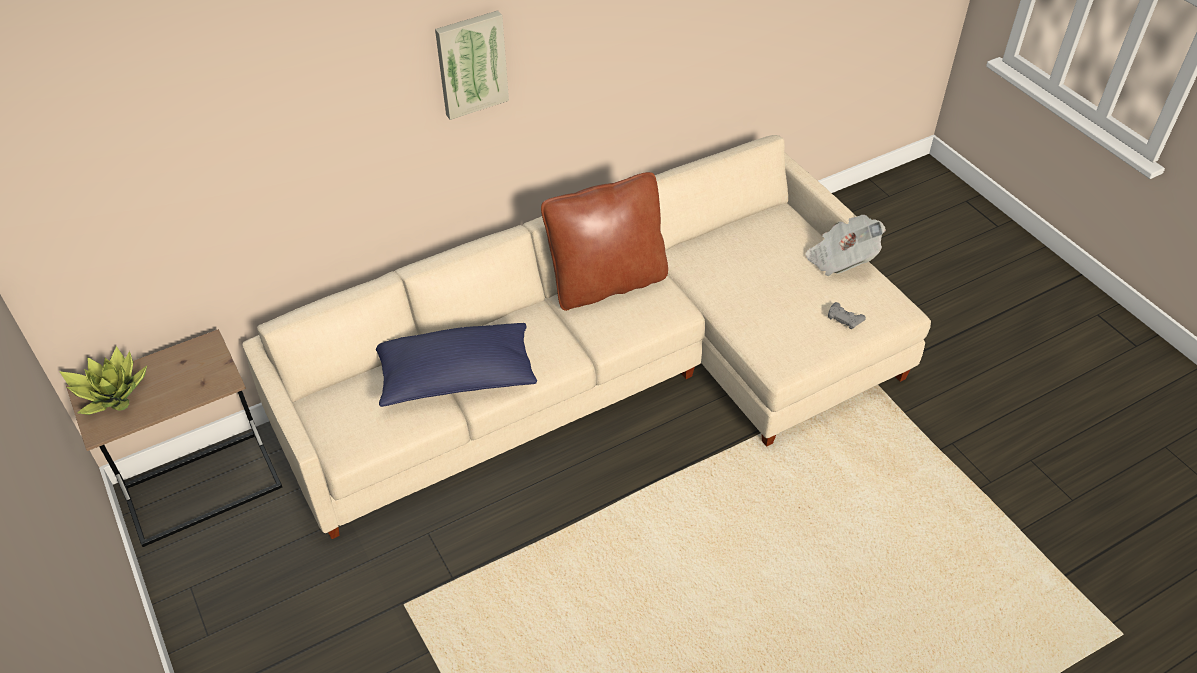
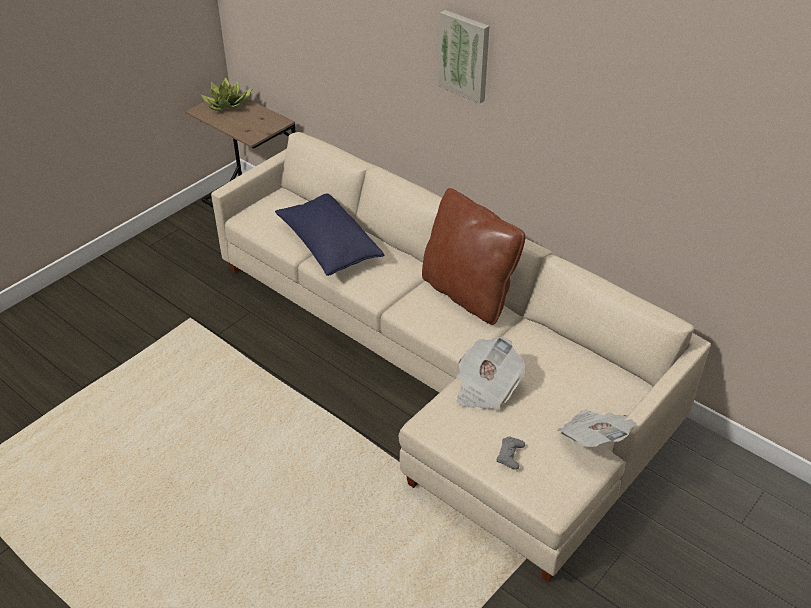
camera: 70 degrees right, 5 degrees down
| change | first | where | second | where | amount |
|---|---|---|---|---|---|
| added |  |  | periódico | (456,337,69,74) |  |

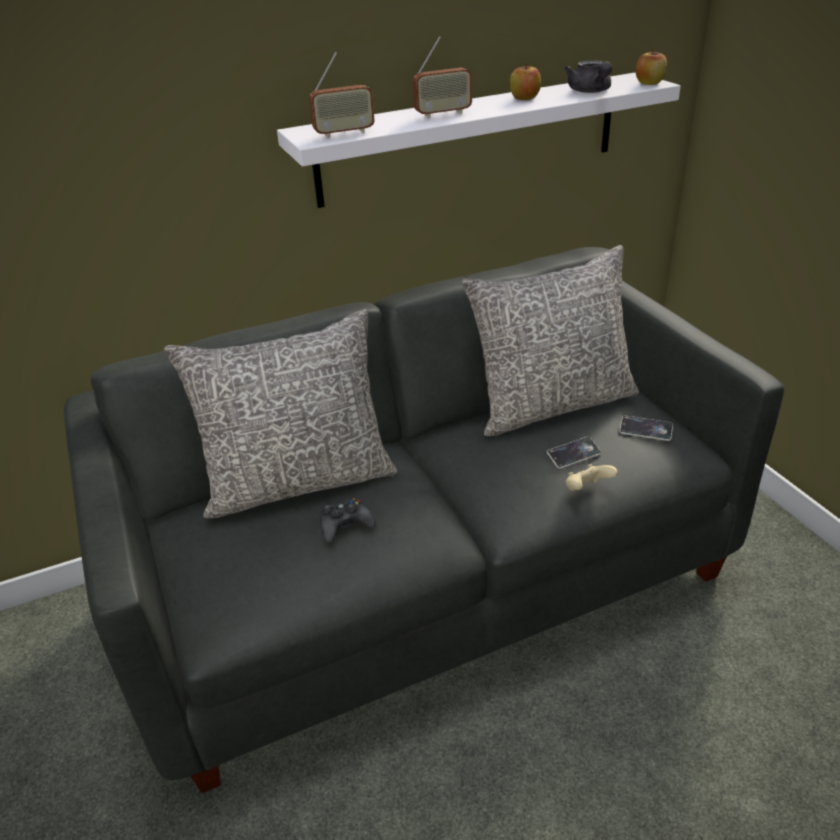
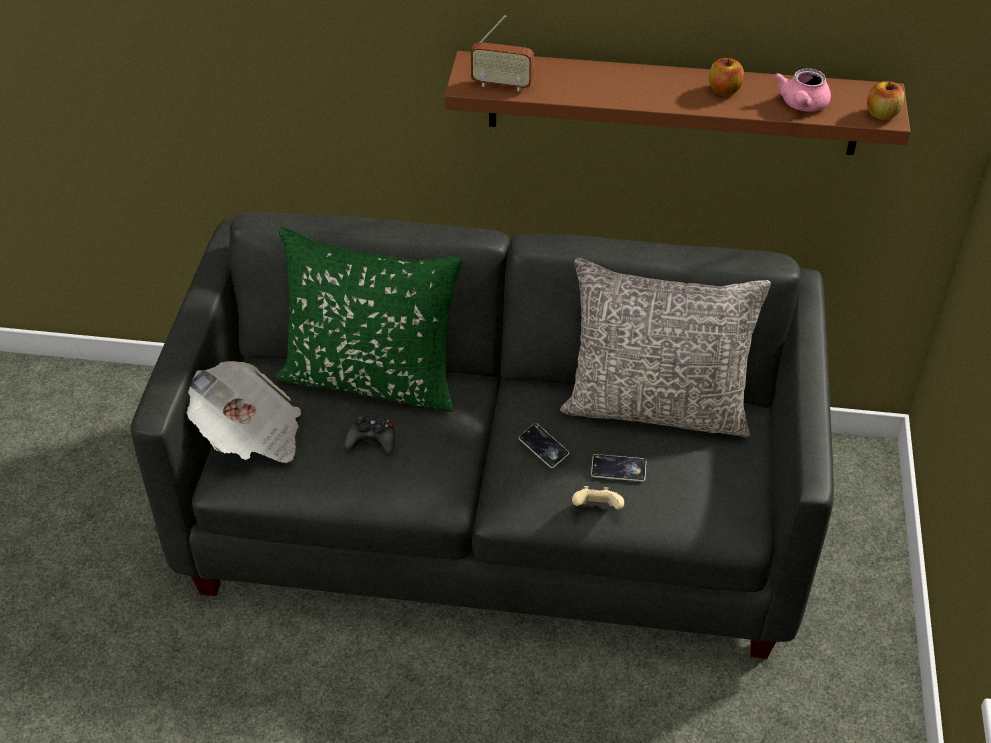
camera: 30 degrees right, 10 degrees up
| change | first | where | second | where | amount |
|---|---|---|---|---|---|
| added |  |  | periódico | (187,361,114,102) |  |
| recoloured | cojín/gris | (164,309,233,209) | cojín/verde | (276,227,187,185) |  |
| recoloured | estante/blanco | (277,72,404,136) | estante/marrón | (444,51,466,104) |  |
| moved | móvil | (619,415,54,26) |  | (519,423,51,45) |  |
| recoloured | tetera/gris | (565,61,47,32) | tetera/rosa | (774,68,57,44) |  |
| removed | radio | (413,36,59,82) |  |  |  |

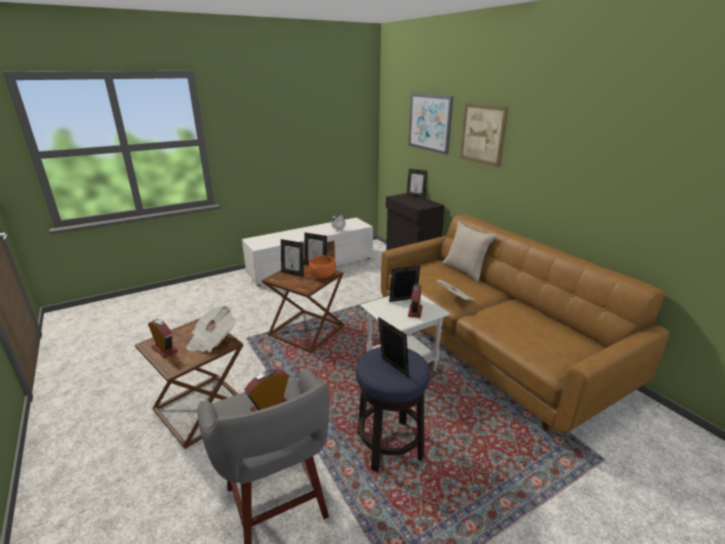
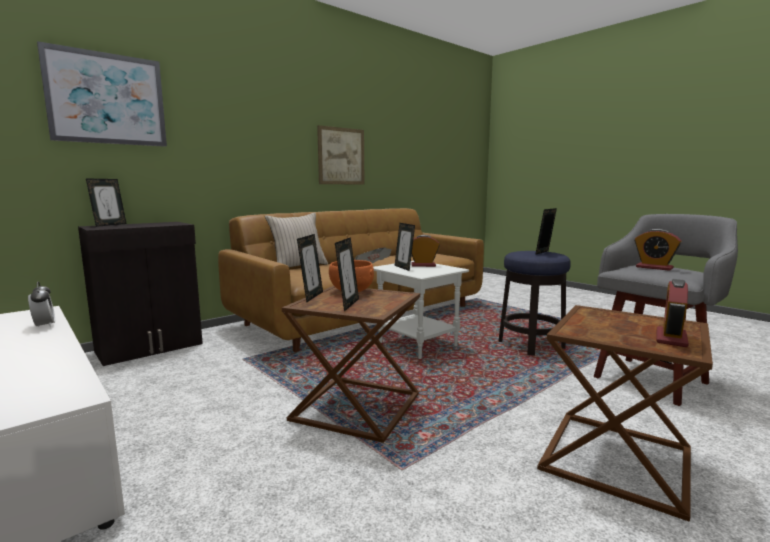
camera: 100 degrees left, 15 degrees down
| change | first | where | second | where | amount |
|---|---|---|---|---|---|
| moved | cuadro | (460,103,48,64) |  | (317,125,47,59) |  |
| removed | periódico | (186,306,49,46) |  |  |  |

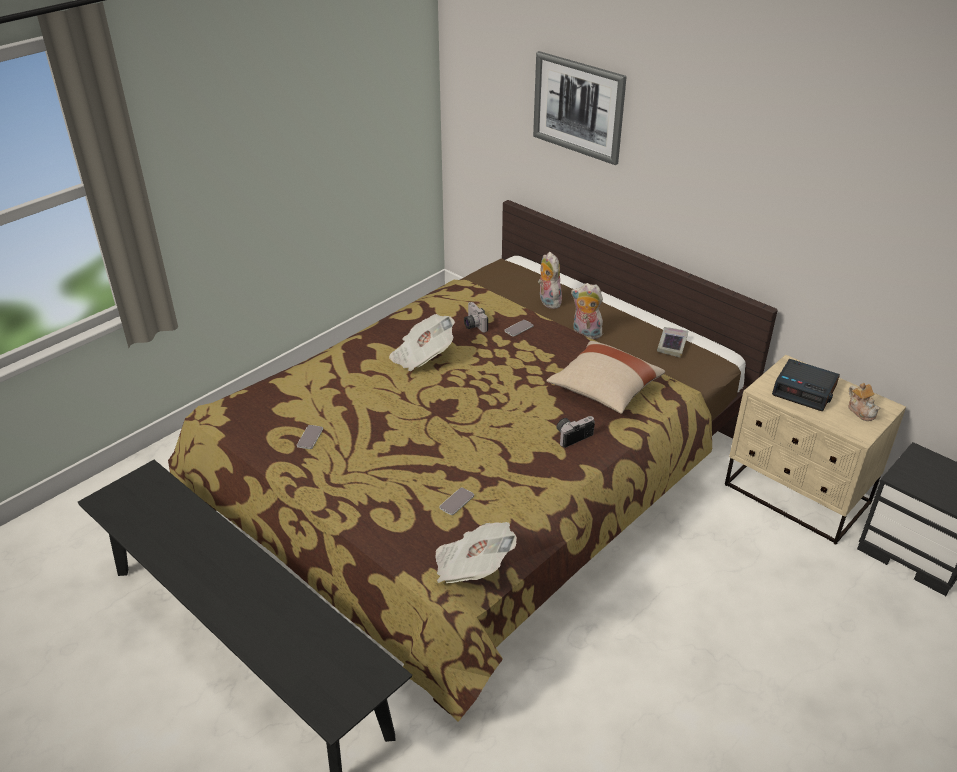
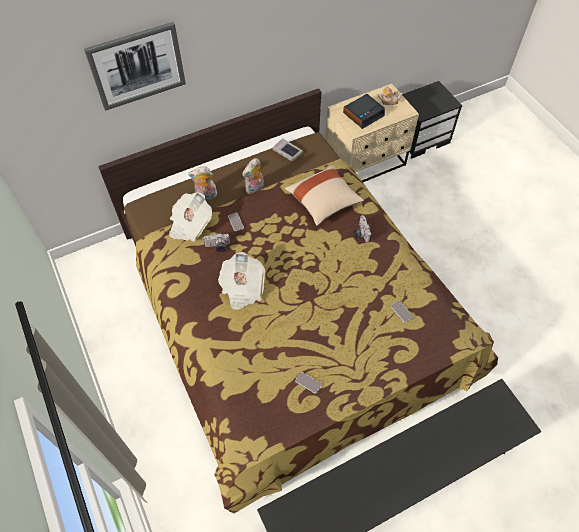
camera: 70 degrees left, 20 degrees up
| change | first | where | second | where | amount |
|---|---|---|---|---|---|
| moved | periódico | (435,522,82,61) |  | (169,192,43,50) |  |

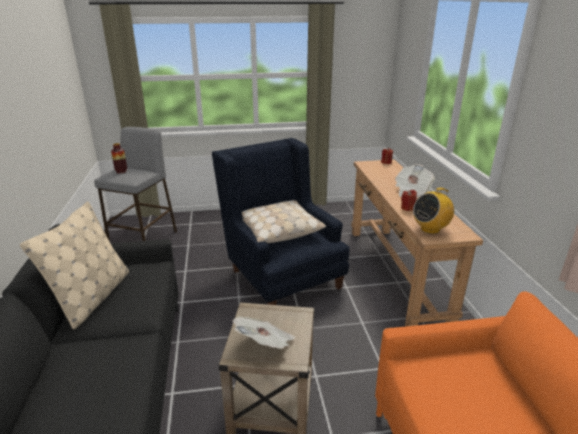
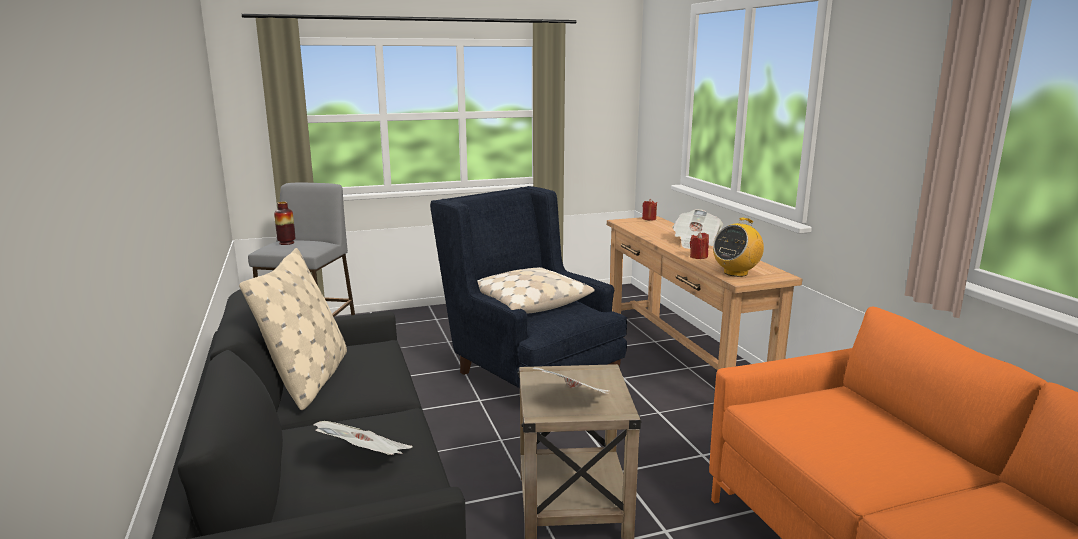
camera: 10 degrees left, 10 degrees down
| change | first | where | second | where | amount |
|---|---|---|---|---|---|
| added |  |  | periódico | (314,421,99,34) |  |

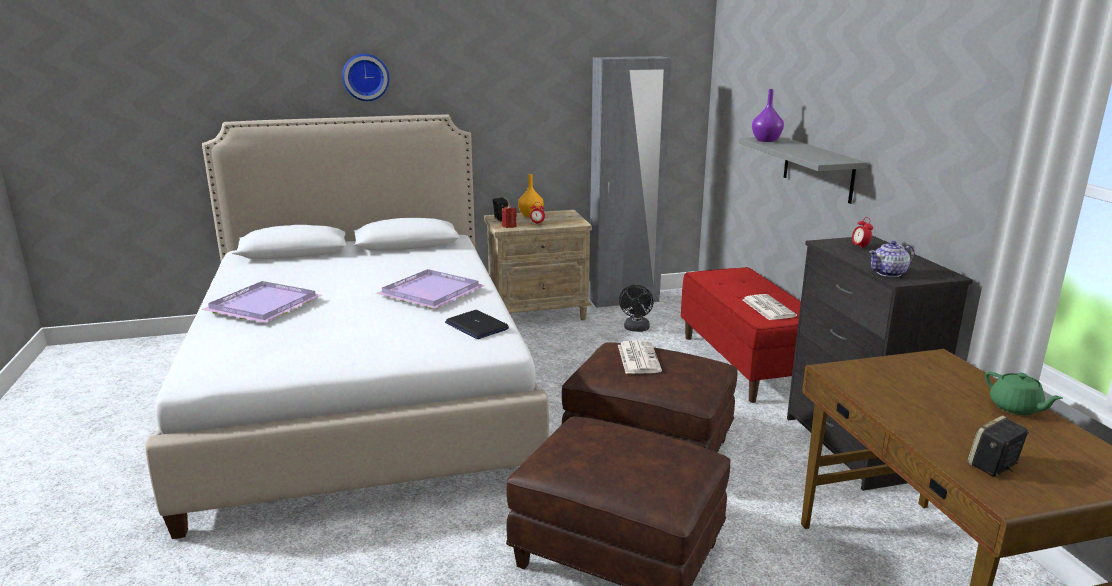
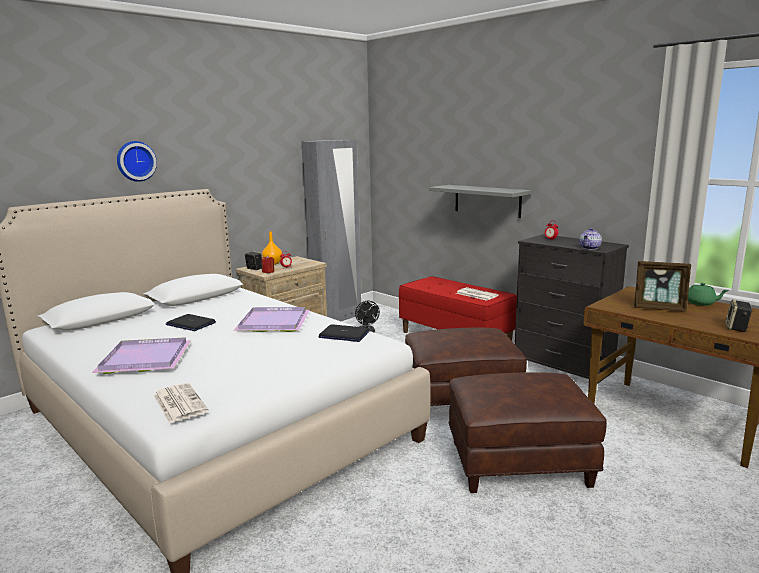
camera: 30 degrees left, 5 degrees down
| change | first | where | second | where | amount |
|---|---|---|---|---|---|
| moved | periódico | (618,340,44,34) |  | (153,383,56,40) |  |
| added |  |  | portátil | (165,314,51,17) |  |
| added |  |  | portarretratos | (634,261,57,51) |  |
| removed | florero/morado | (752,89,32,53) |  |  |  |

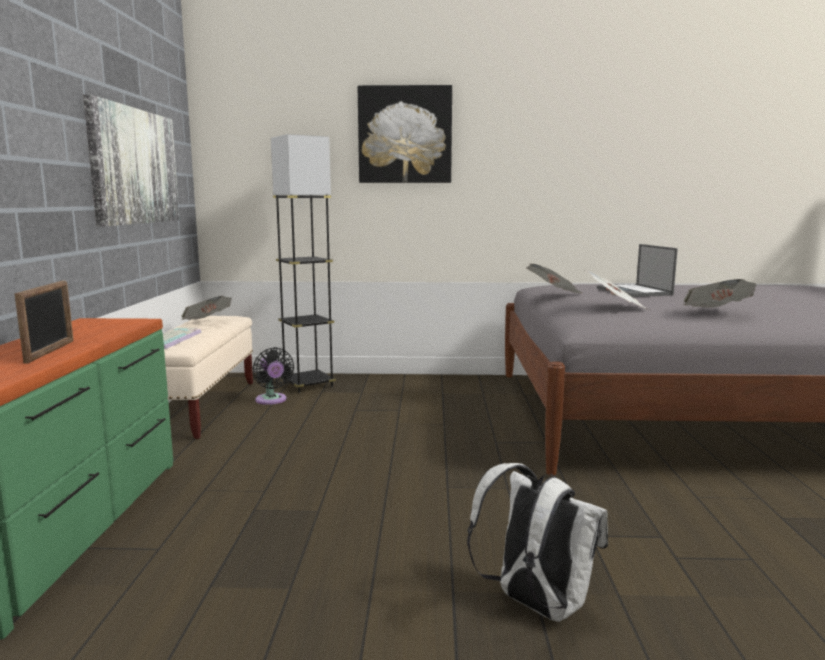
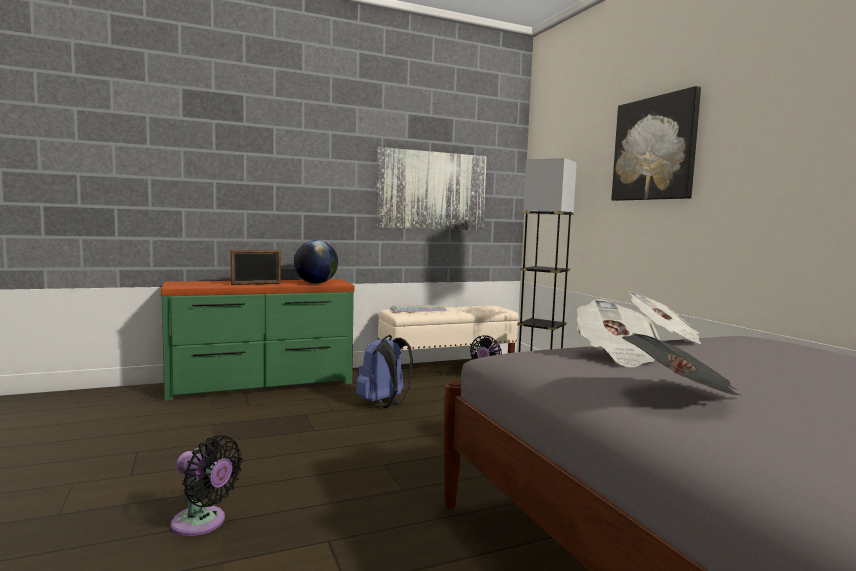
camera: 65 degrees right, 5 degrees down
| change | first | where | second | where | amount |
|---|---|---|---|---|---|
| replaced | mochila/blanco | (467,463,141,159) | ventilador/negro | (171,435,72,101) |  |
| added |  |  | globo terráqueo | (294,240,44,44) |  |
| added |  |  | mochila/azul | (356,335,57,73) |  |
| removed | periódico | (182,296,50,24) |  |  |  |
| removed | portátil | (597,244,81,53) |  |  |  |

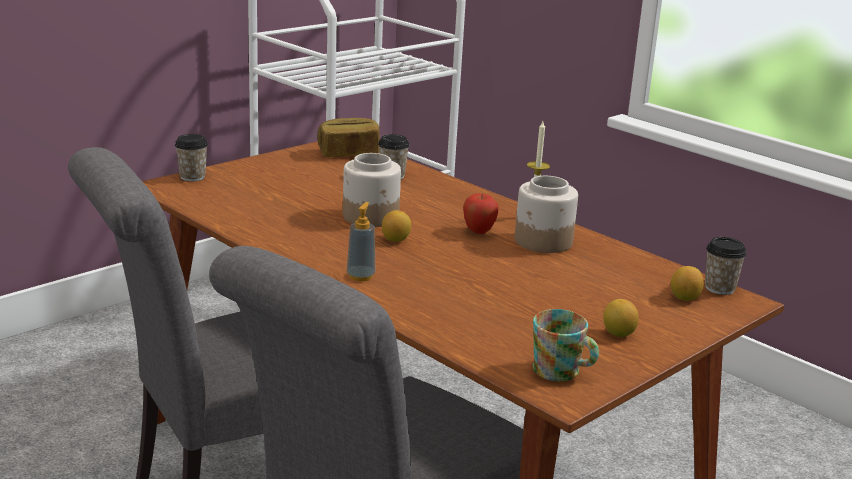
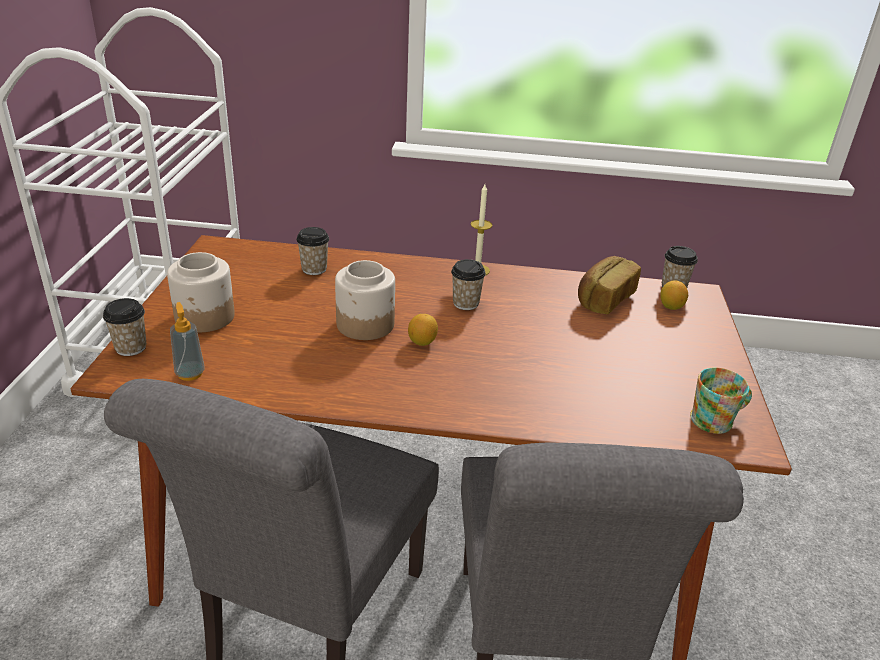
camera: 40 degrees left, 10 degrees up
| change | first | where | second | where | amount |
|---|---|---|---|---|---|
| moved | tarro | (515,176,63,77) |  | (167,252,68,80) |  |
| moved | dispensador de jabón | (347,202,28,79) |  | (170,302,35,79) |  |
| replaced | manzana | (463,193,36,41) | taza | (451,259,35,51) |  |
| moved | pan | (317,118,63,39) |  | (578,256,63,58) |  |
| removed | limón | (603,299,36,38) |  |  |  |

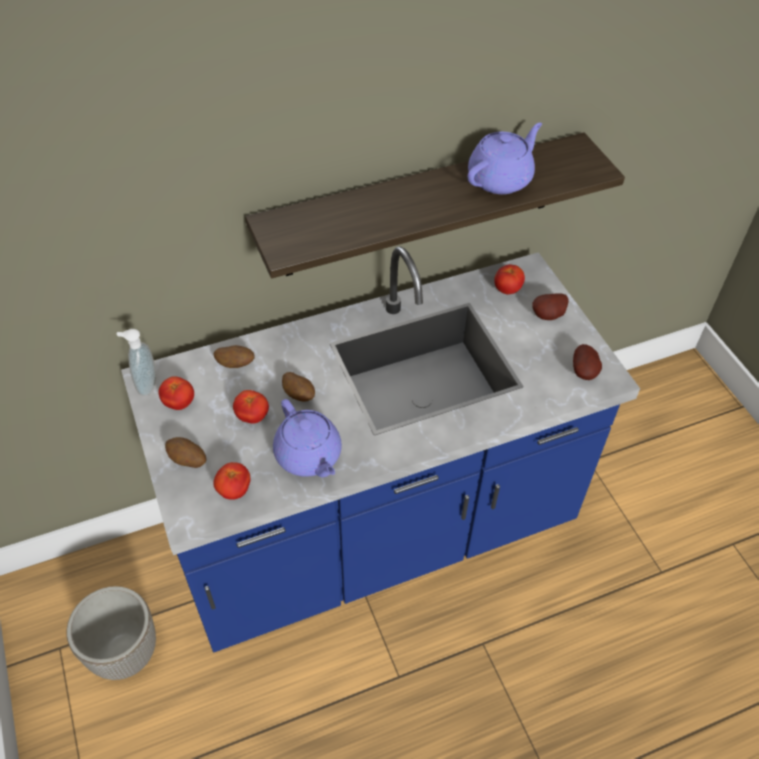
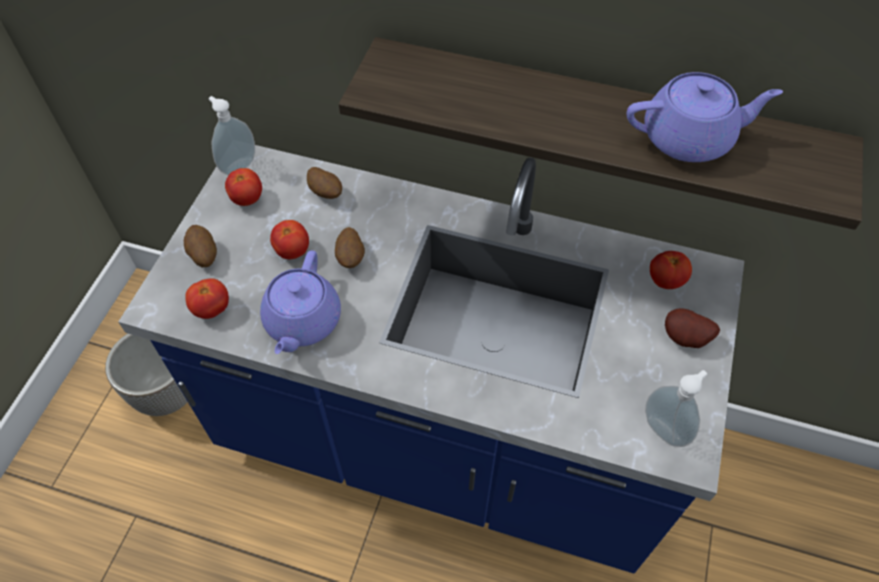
camera: 40 degrees right, 5 degrees up
| change | first | where | second | where | amount |
|---|---|---|---|---|---|
| replaced | patata | (573,344,29,36) | dispensador de jabón | (645,370,62,77) |  |

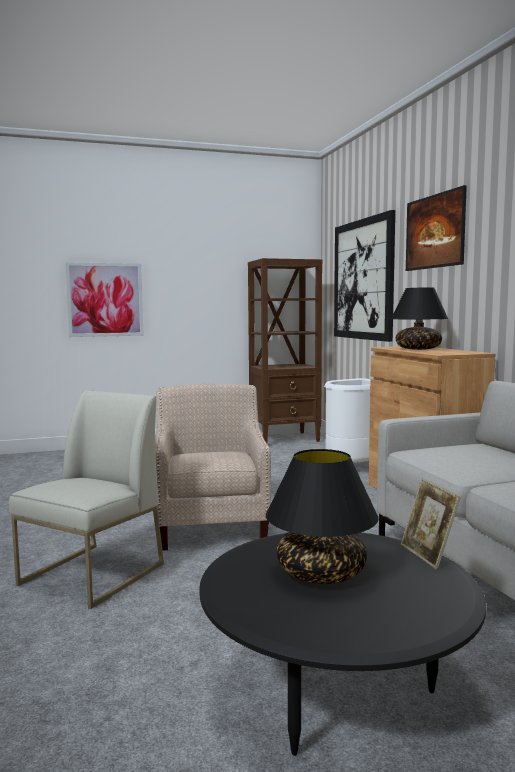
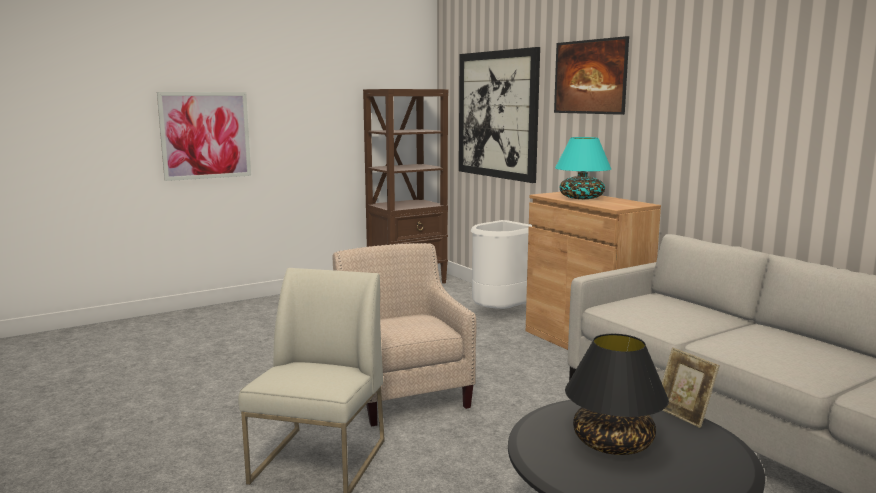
camera: 15 degrees left, 5 degrees up
| change | first | where | second | where | amount |
|---|---|---|---|---|---|
| recoloured | lámpara de mesa/negro | (391,288,57,62) | lámpara de mesa/turquesa | (555,137,56,62) |  |

